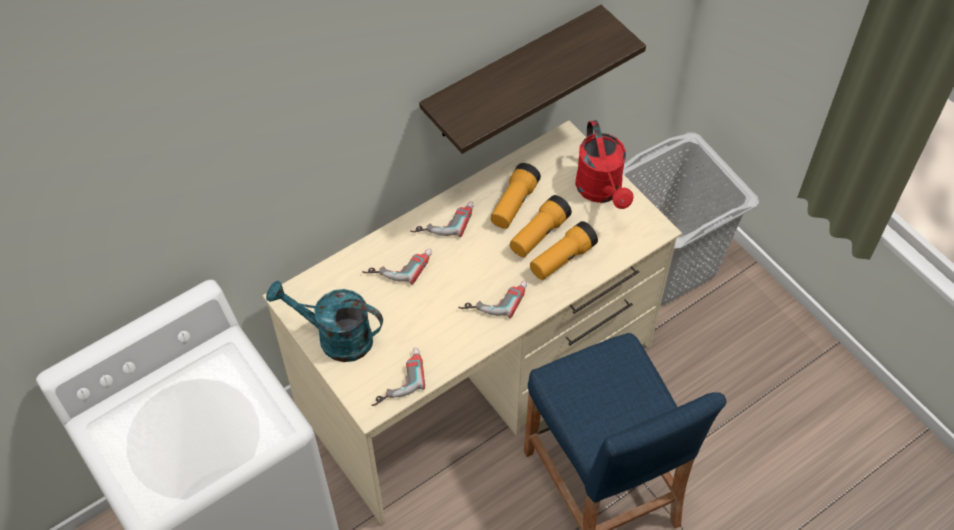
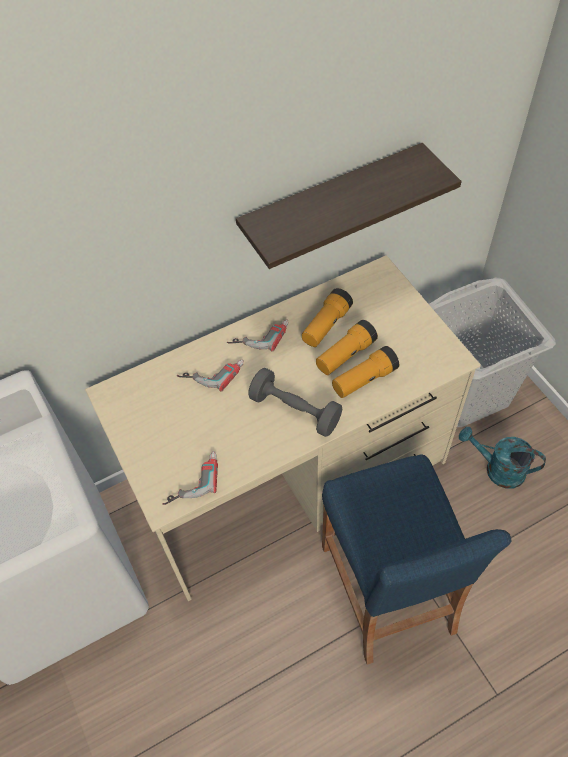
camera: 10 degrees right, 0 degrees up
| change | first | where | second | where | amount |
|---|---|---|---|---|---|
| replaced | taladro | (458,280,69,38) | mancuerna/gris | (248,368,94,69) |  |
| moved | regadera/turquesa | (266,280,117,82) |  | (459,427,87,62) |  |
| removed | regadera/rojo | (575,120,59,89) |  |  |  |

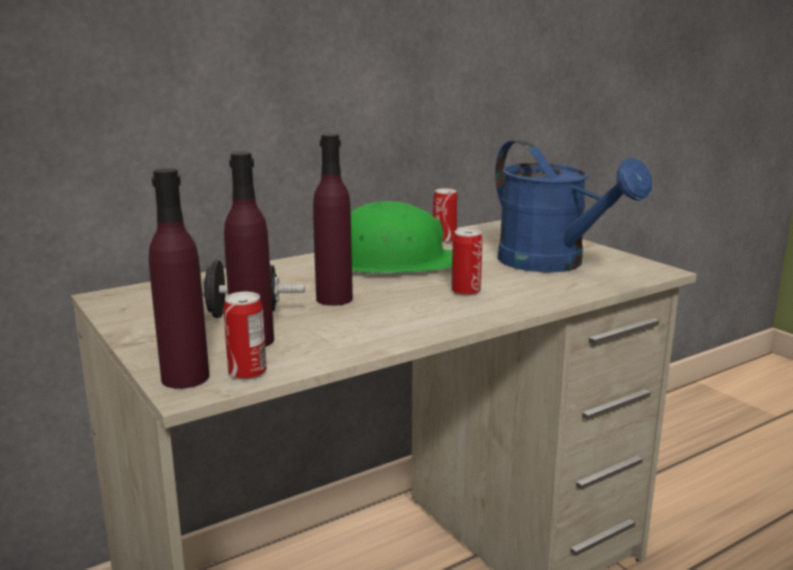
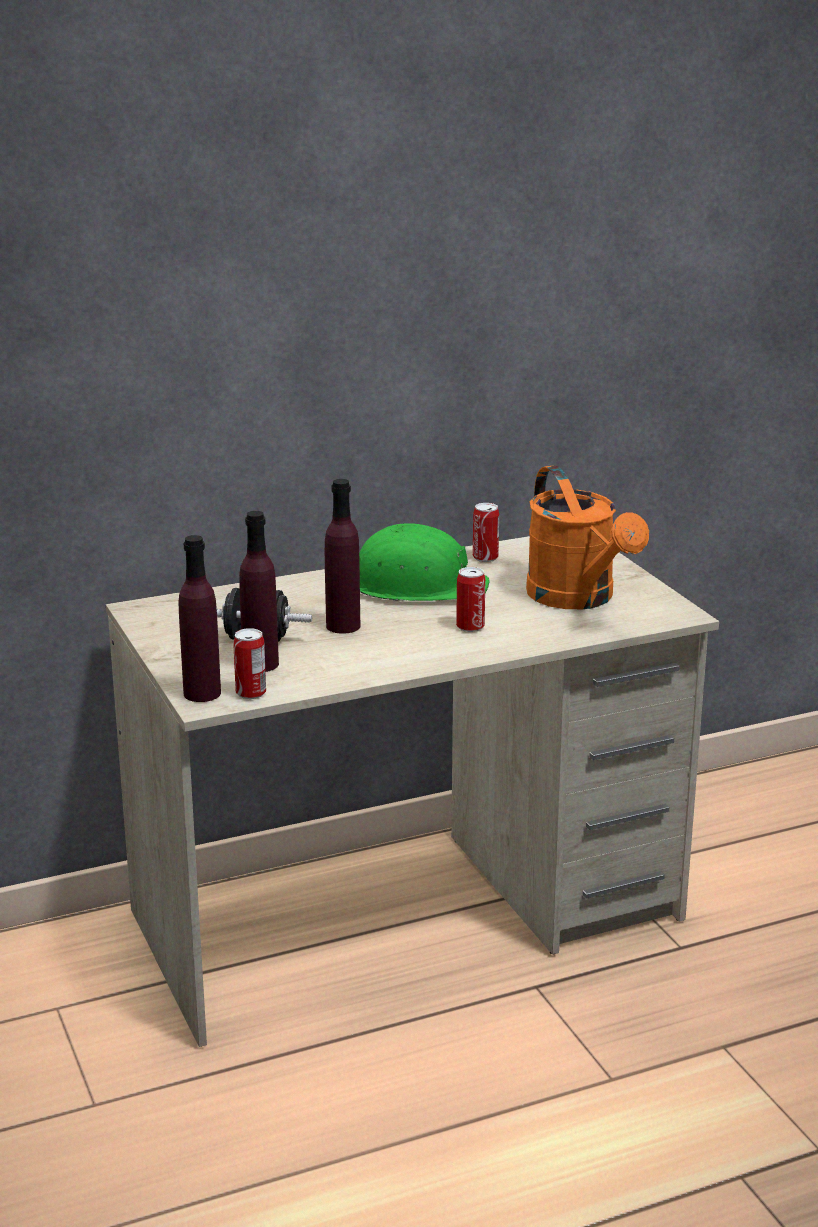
camera: 10 degrees right, 5 degrees up
| change | first | where | second | where | amount |
|---|---|---|---|---|---|
| recoloured | regadera/azul | (495,140,157,133) | regadera/naranja | (526,465,123,144) |  |

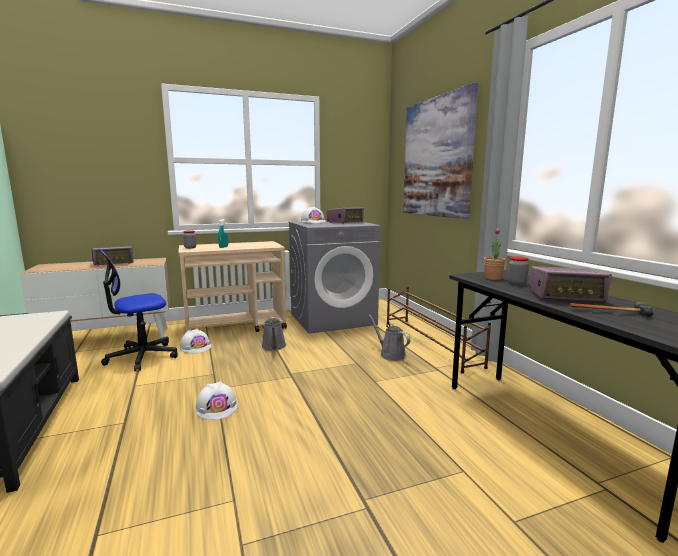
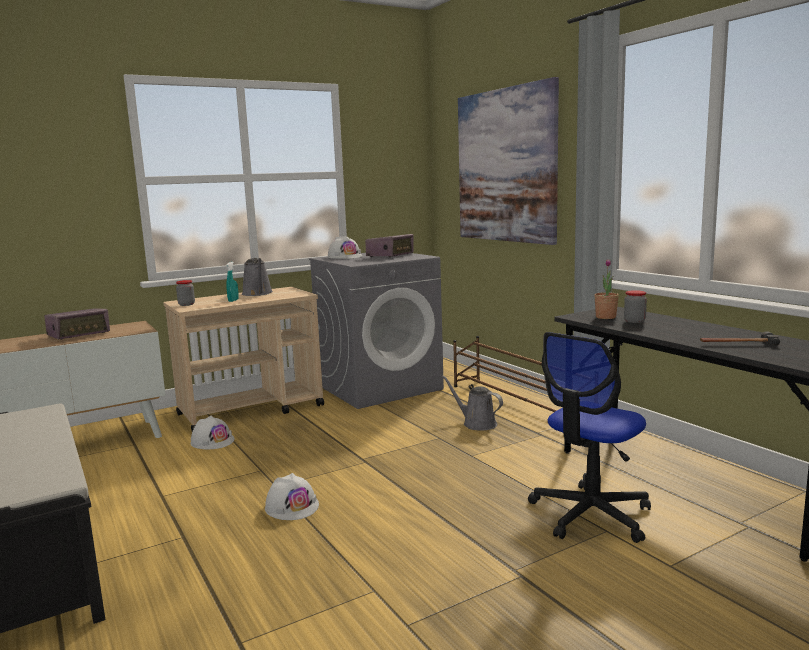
camera: 10 degrees left, 0 degrees up
| change | first | where | second | where | amount |
|---|---|---|---|---|---|
| moved | regadera/gris | (261,317,25,34) |  | (242,258,31,38) |  |
| moved | silla de oficina | (99,249,79,122) |  | (528,332,123,211) |  |
| removed | radio | (529,266,83,35) |  |  |  |

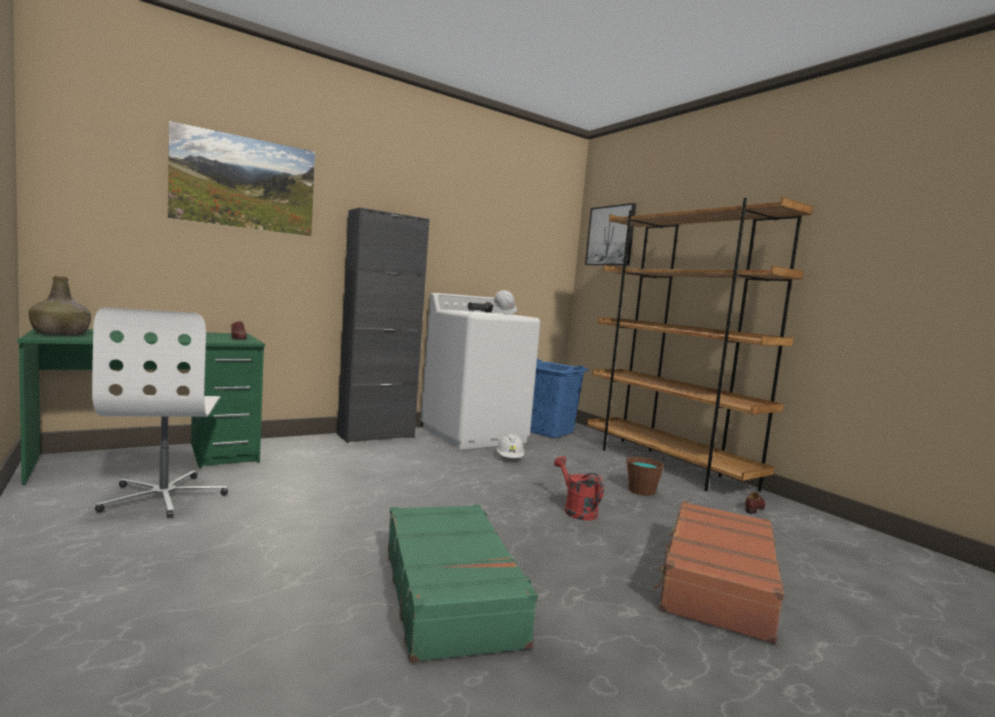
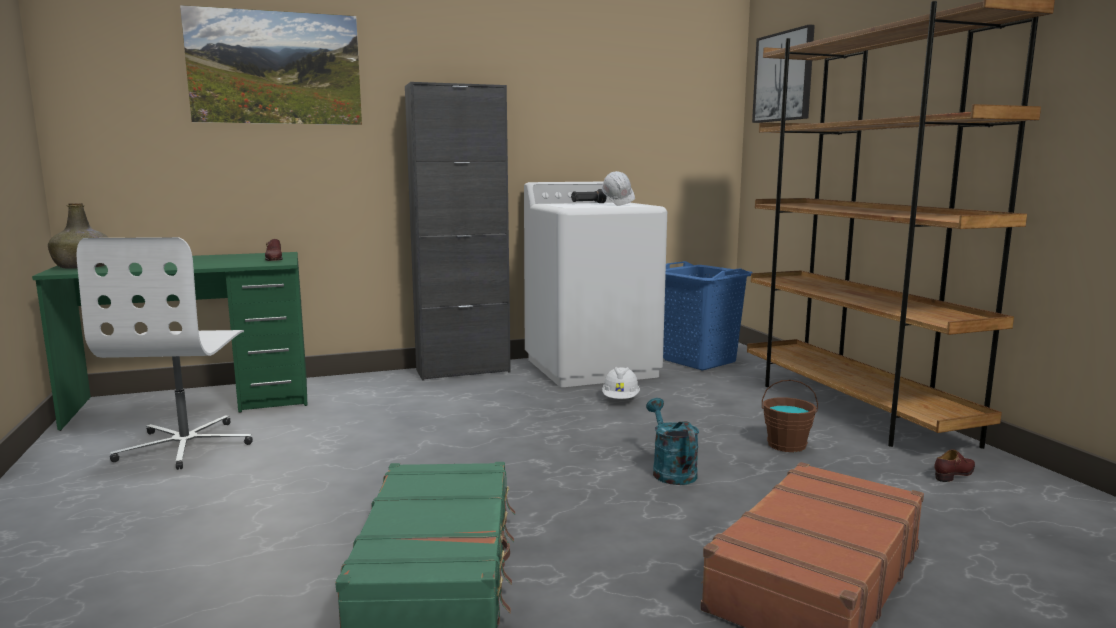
camera: 15 degrees right, 5 degrees up
| change | first | where | second | where | amount |
|---|---|---|---|---|---|
| recoloured | regadera/rojo | (554,456,50,65) | regadera/turquesa | (646,398,53,87) |  |

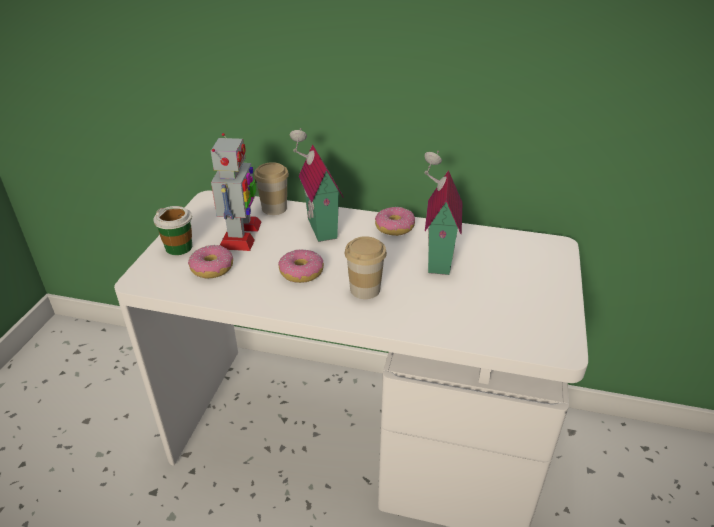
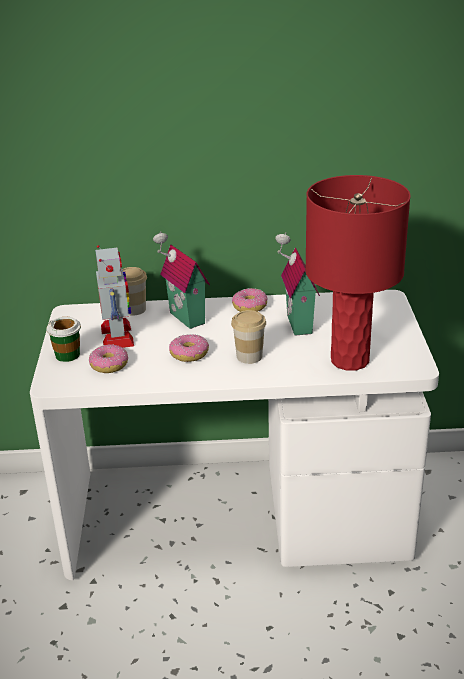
camera: 15 degrees left, 5 degrees down
| change | first | where | second | where | amount |
|---|---|---|---|---|---|
| added |  |  | lámpara de mesa/rojo | (305,175,106,196) |  |

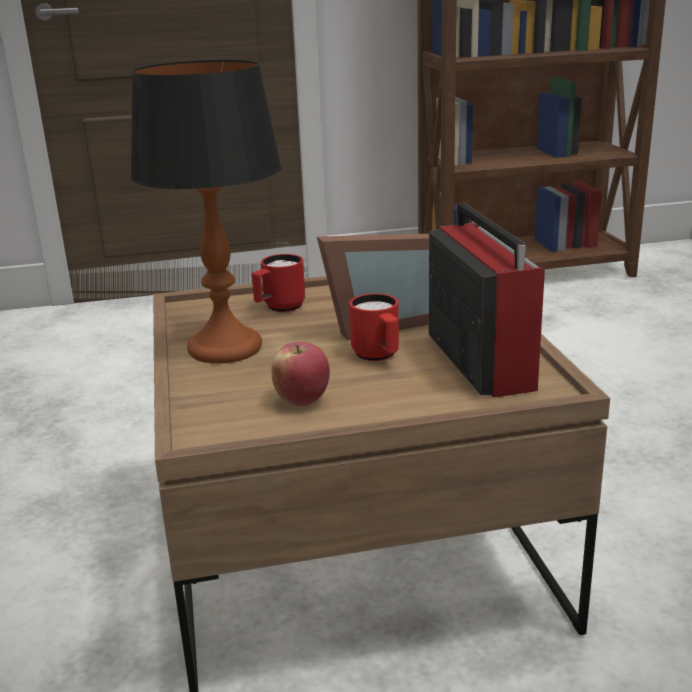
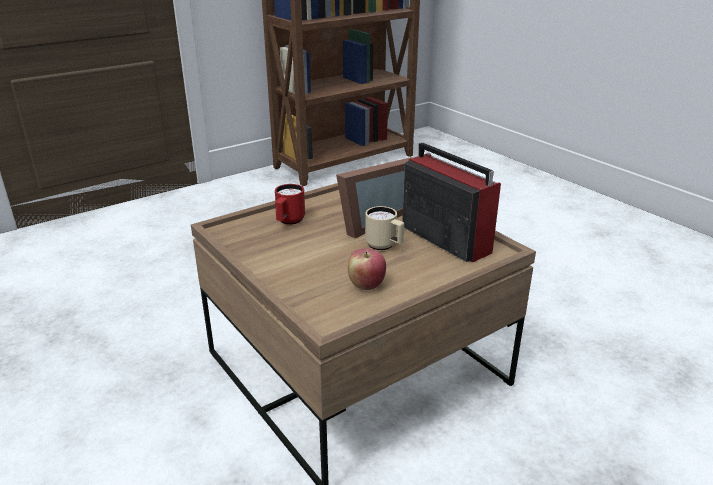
camera: 25 degrees left, 5 degrees up
| change | first | where | second | where | amount |
|---|---|---|---|---|---|
| recoloured | taza grande/rojo | (349,293,50,68) | taza grande/beis | (365,206,39,45) |  |
| removed | lámpara de mesa | (130,60,152,304) |  |  |  |

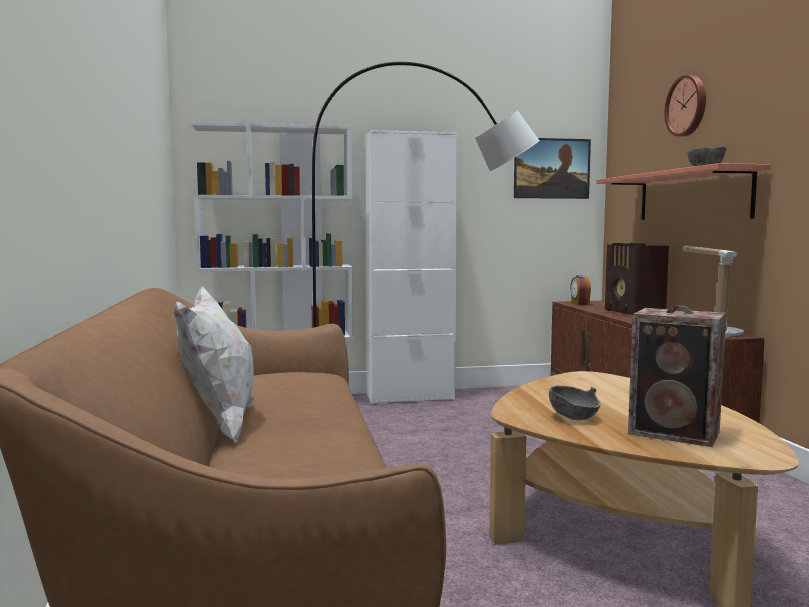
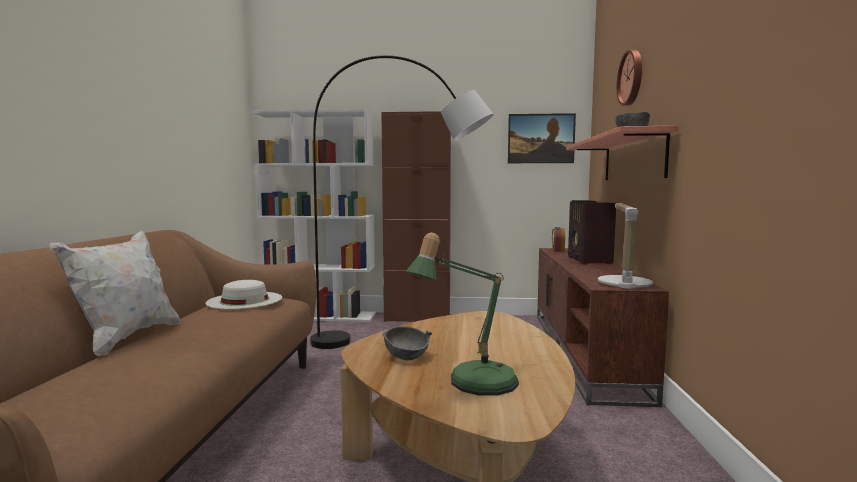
camera: 15 degrees right, 0 degrees up
| change | first | where | second | where | amount |
|---|---|---|---|---|---|
| added |  |  | sombrero/blanco | (205,280,77,29) |  |
| recoloured | armario/blanco | (365,130,92,274) | armario/marrón | (381,111,70,211) |  |
| replaced | altavoz | (628,306,98,141) | lámpara de mesa | (406,232,113,164) |  |

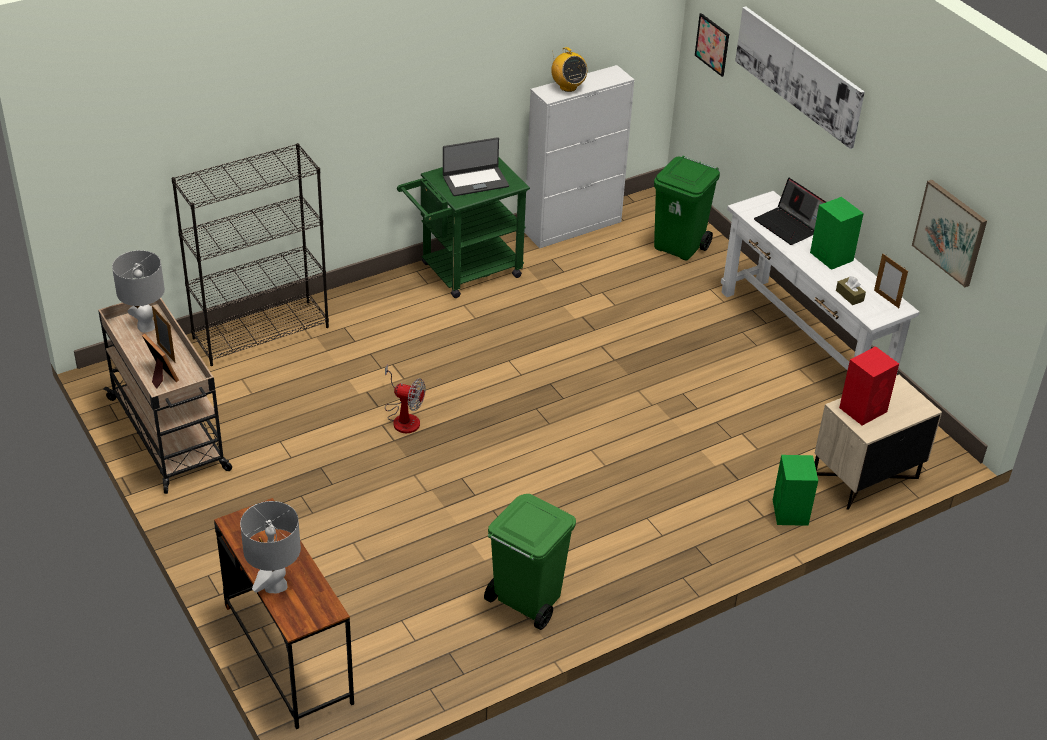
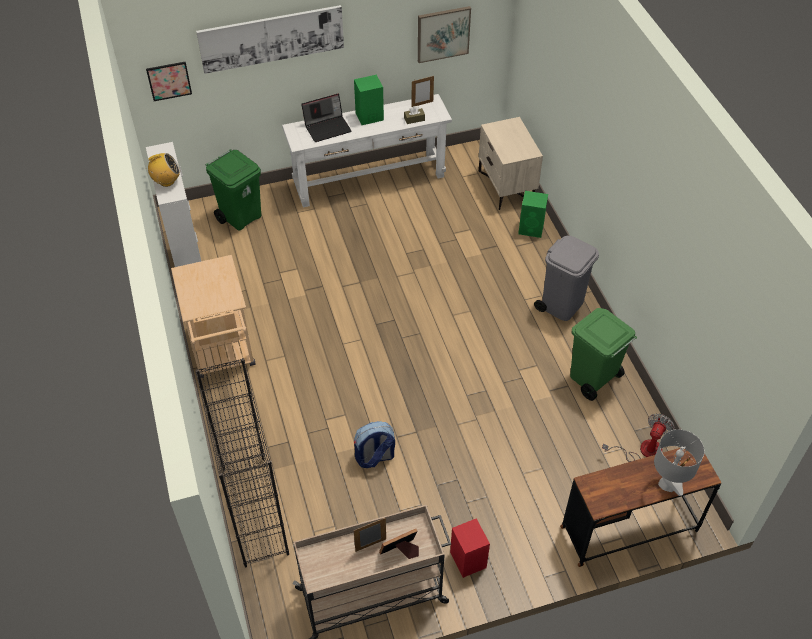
camera: 75 degrees left, 10 degrees up
| change | first | where | second | where | amount |
|---|---|---|---|---|---|
| recoloured | carrito/verde | (397,158,133,140) | carrito/beis | (171,255,85,123) |  |
| added |  |  | mochila | (354,421,41,47) |  |
| moved | altavoz/rojo | (839,346,60,80) |  | (450,518,40,60) |  |
| added |  |  | papelera/gris | (534,236,65,85) |  |
| moved | ventilador | (385,364,41,70) |  | (602,414,73,48) |  |
| removed | lámpara de mesa/gris | (112,250,53,83) |  |  |  |
| removed | portátil | (443,137,66,59) |  |  |  |

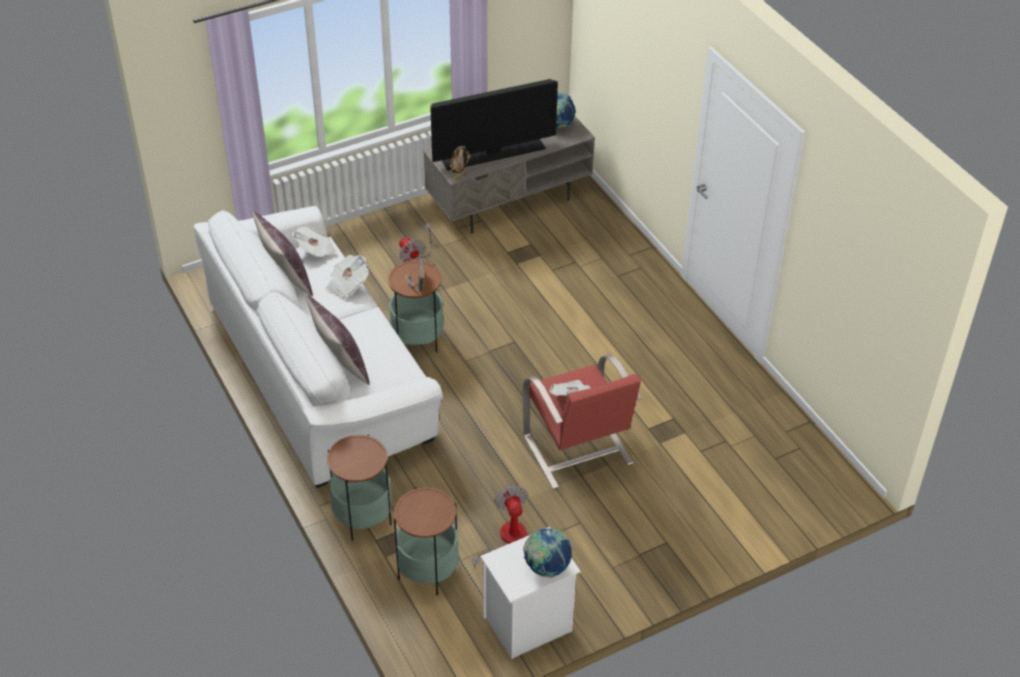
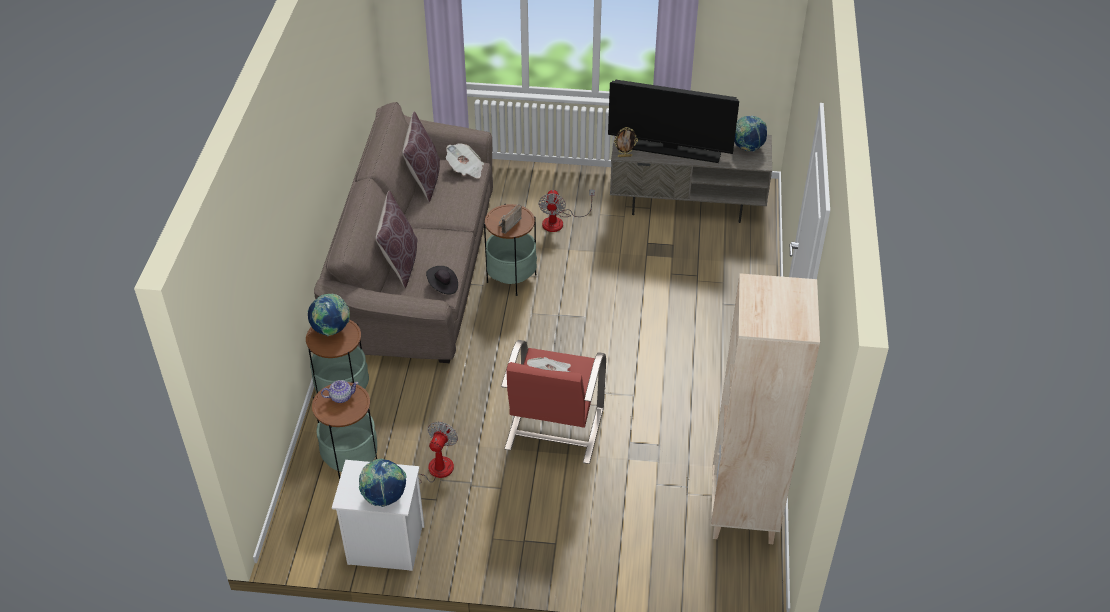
camera: 35 degrees right, 0 degrees up
| change | first | where | second | where | amount |
|---|---|---|---|---|---|
| added |  |  | globo terráqueo | (308,294,42,43) |  |
| recoloured | sofá/blanco | (194,206,249,282) | sofá/marrón | (314,102,179,261) |  |
| added |  |  | tetera | (321,380,37,23) |  |
| added |  |  | sombrero/negro | (426,266,32,28) |  |
| added |  |  | estantería/beis | (711,273,109,271) |  |
| removed | periódico | (325,255,44,43) |  |  |  |

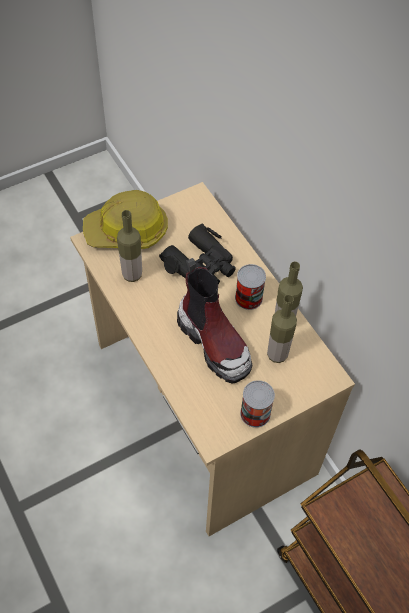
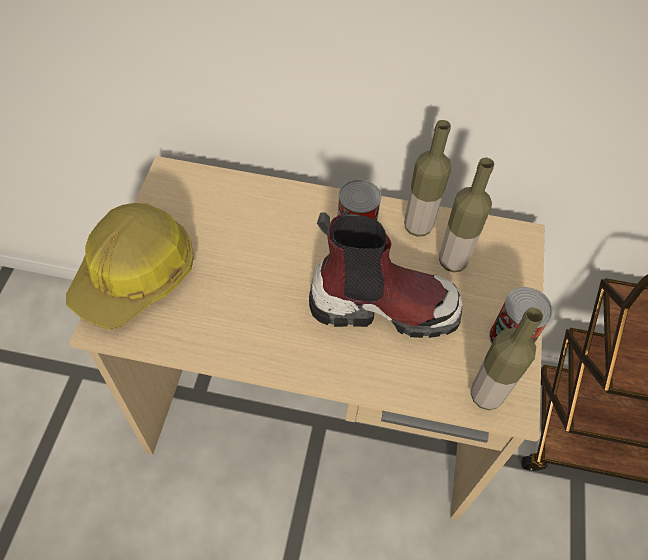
camera: 50 degrees left, 0 degrees up
| change | first | where | second | where | amount |
|---|---|---|---|---|---|
| moved | botella | (117,210,25,72) |  | (471,307,72,103) |  |
| removed | prismáticos/negro | (159,224,77,61) |  |  |  |

